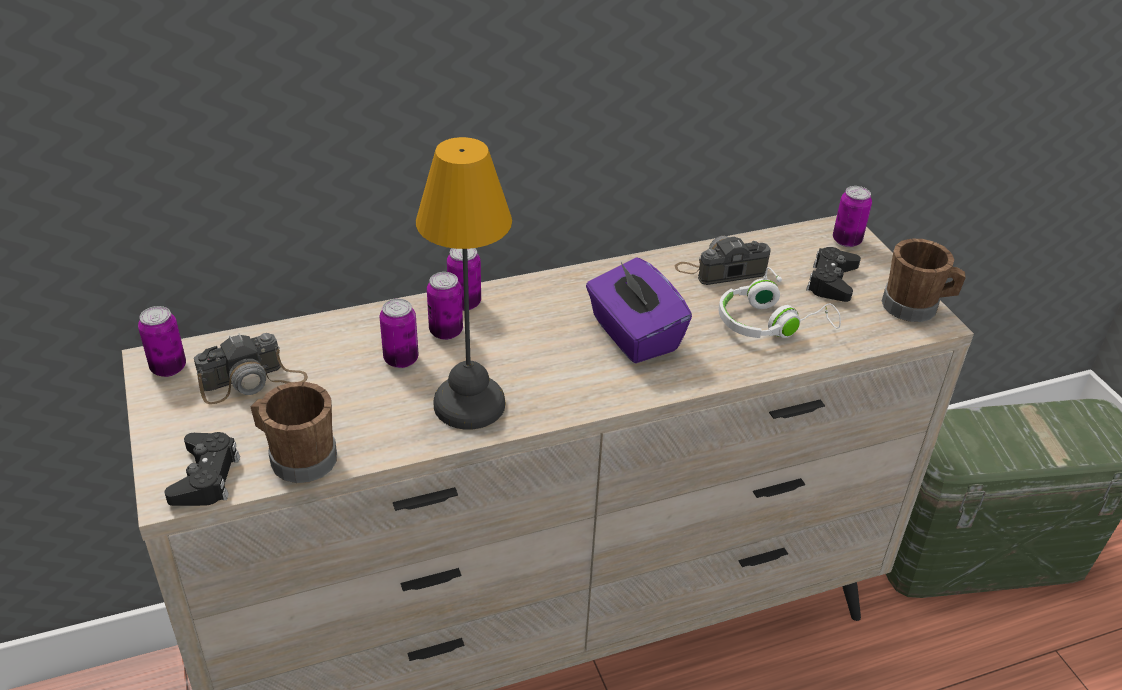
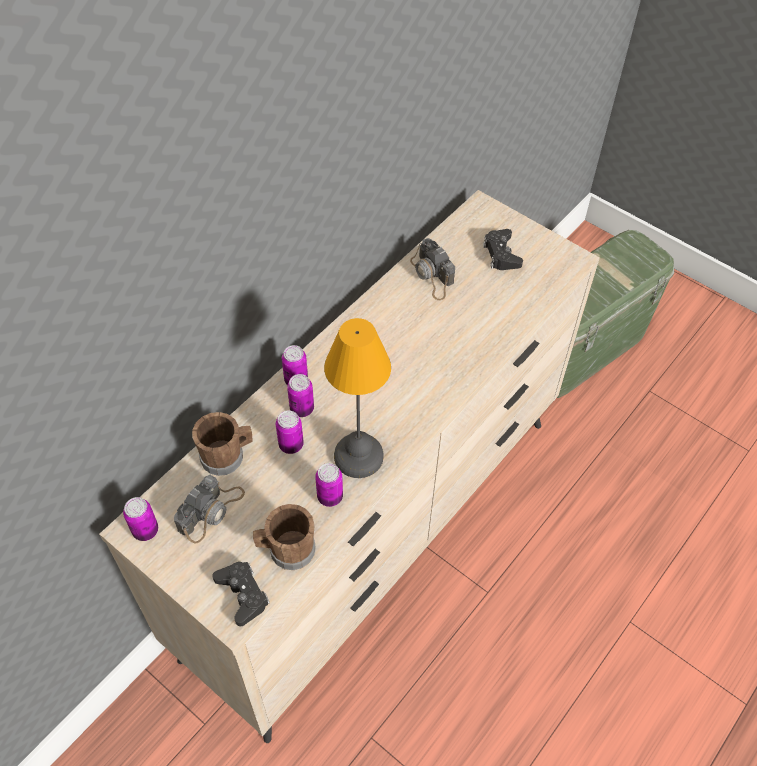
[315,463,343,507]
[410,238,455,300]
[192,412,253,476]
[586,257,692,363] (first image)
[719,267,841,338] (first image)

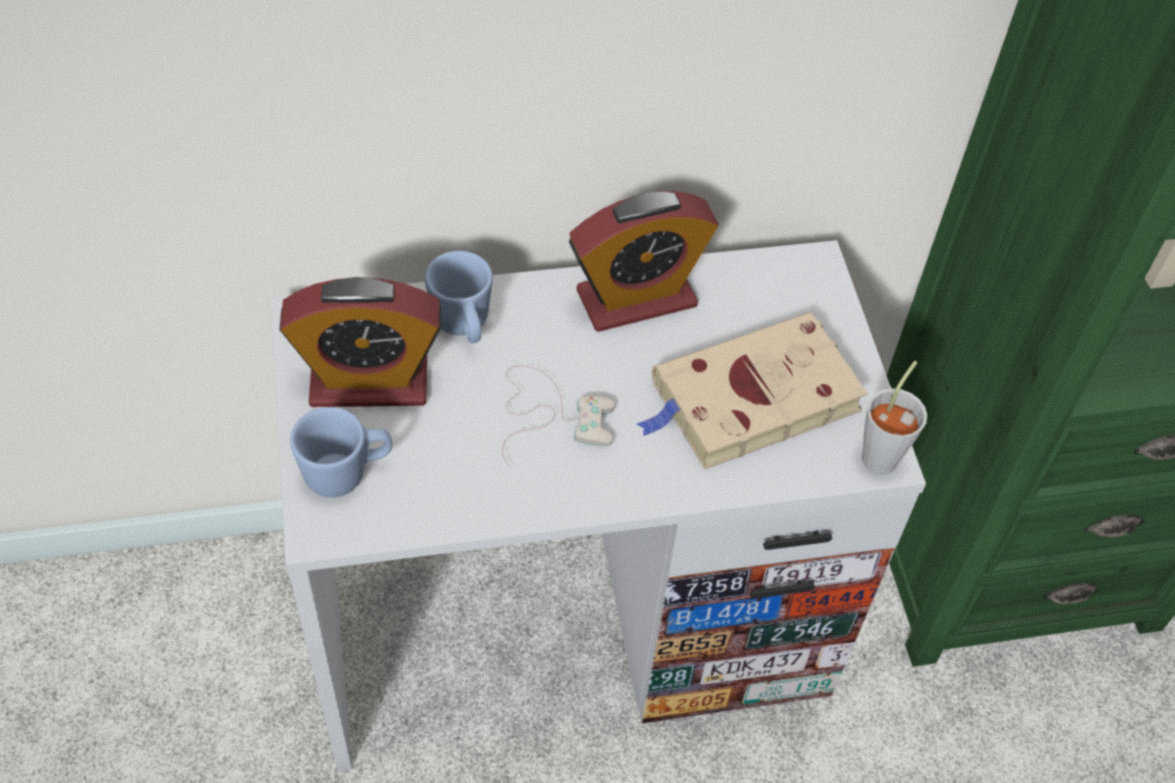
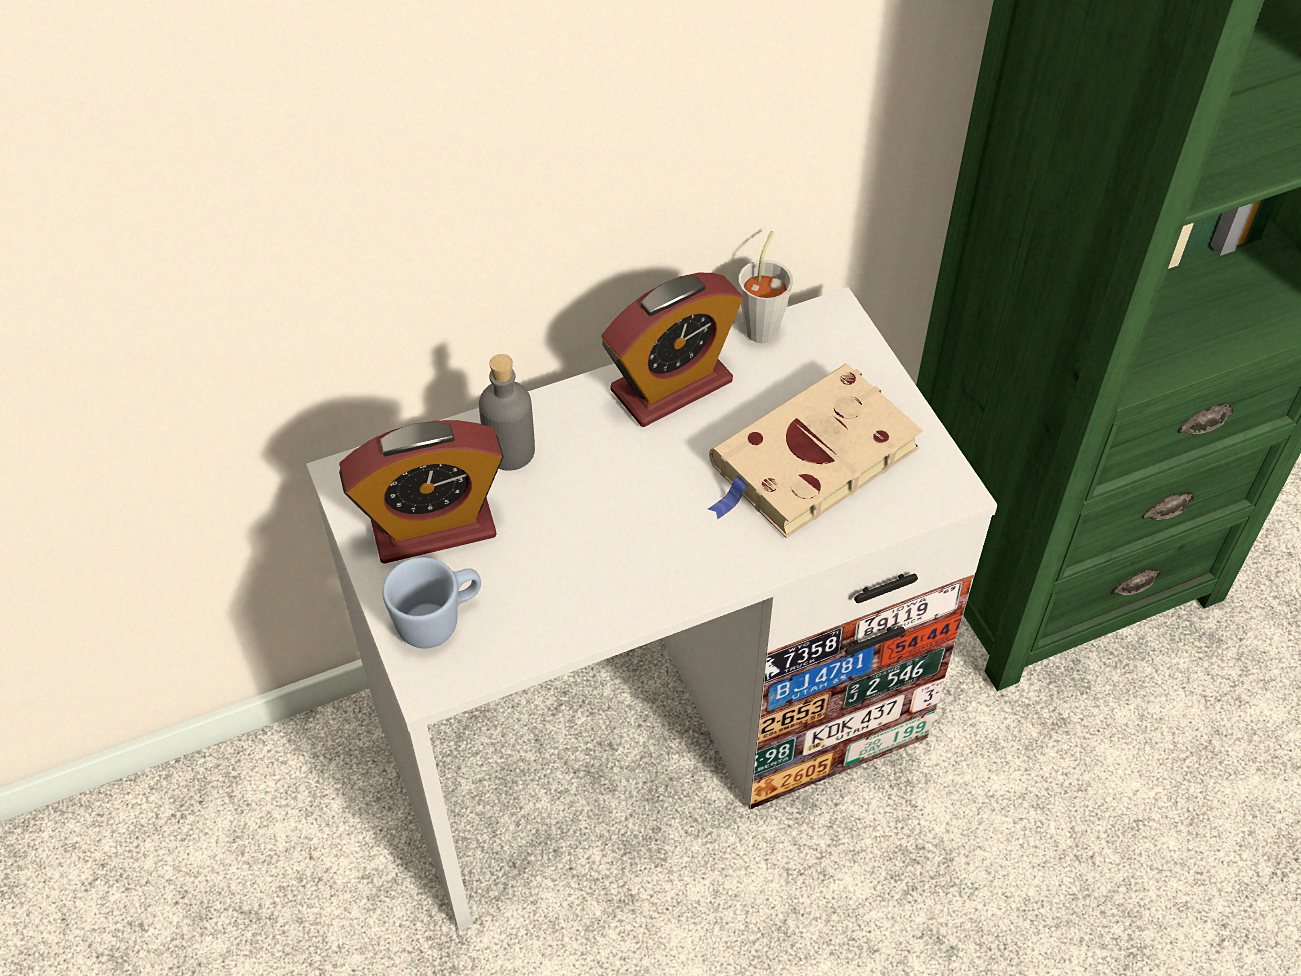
[479,354,535,471]
[739,231,793,343]
[502,366,616,467] (first image)

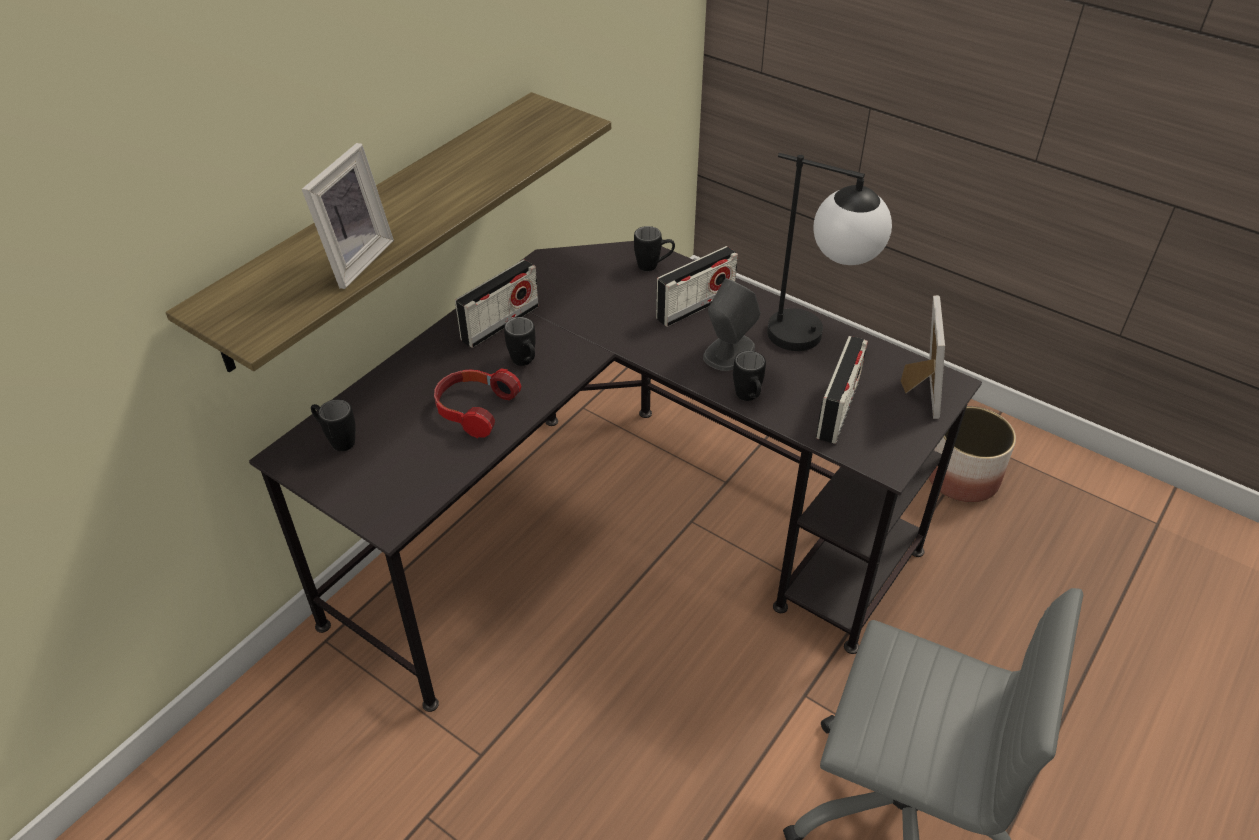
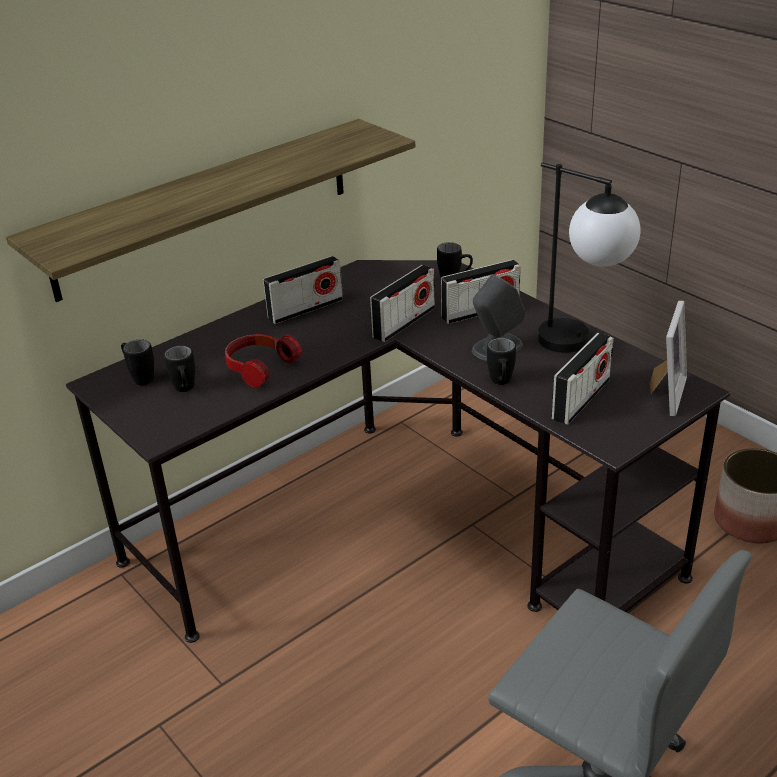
[302,143,394,289] (first image)
[164,346,195,392]
[370,265,435,342]

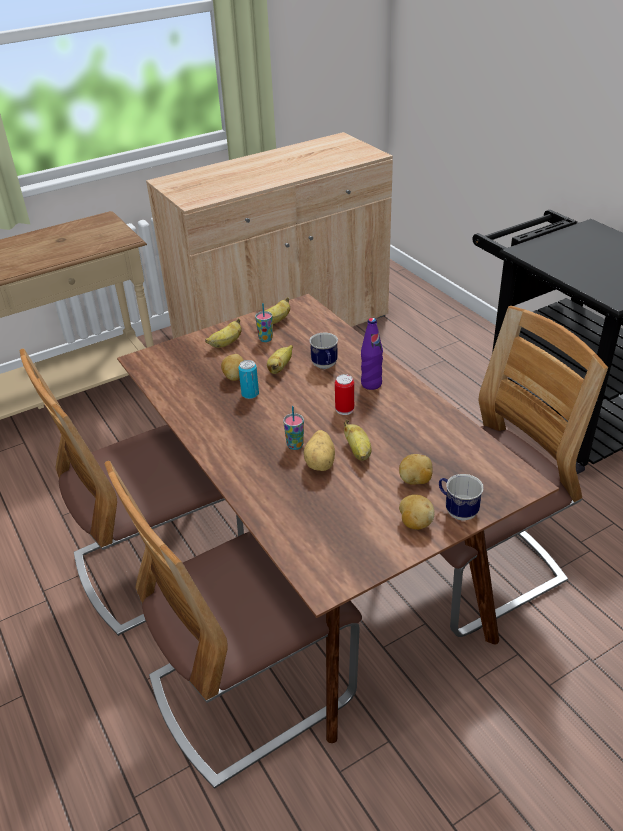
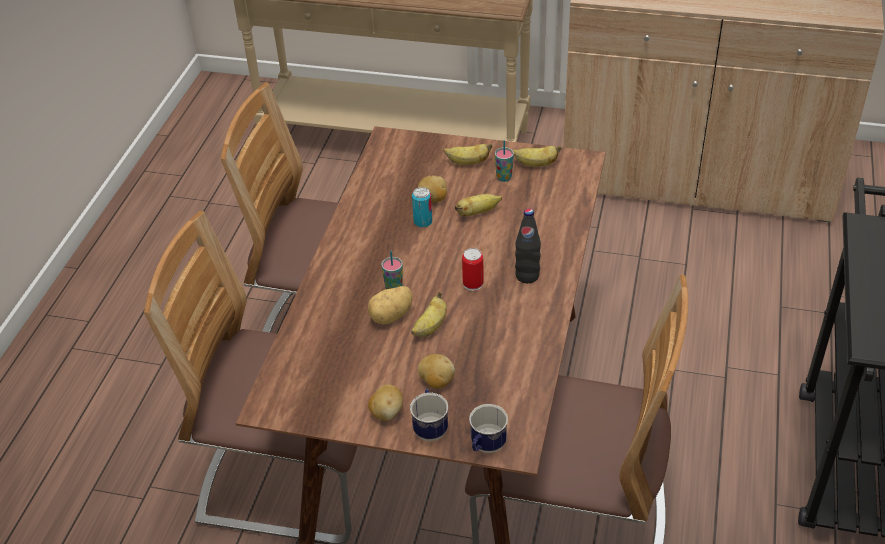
[515,208,541,283]
[469,404,508,453]

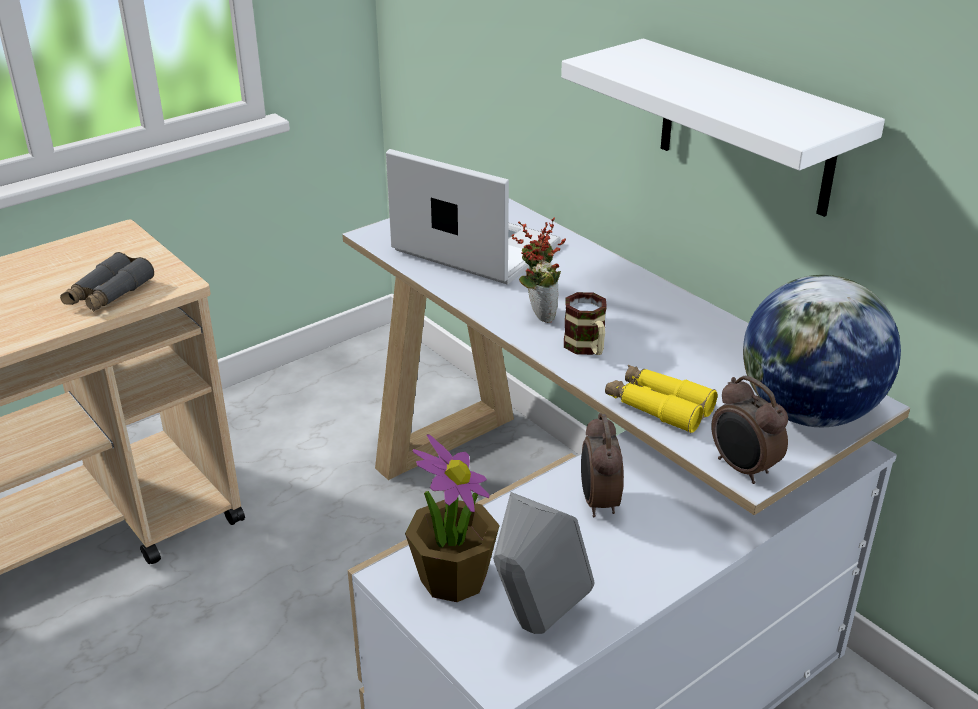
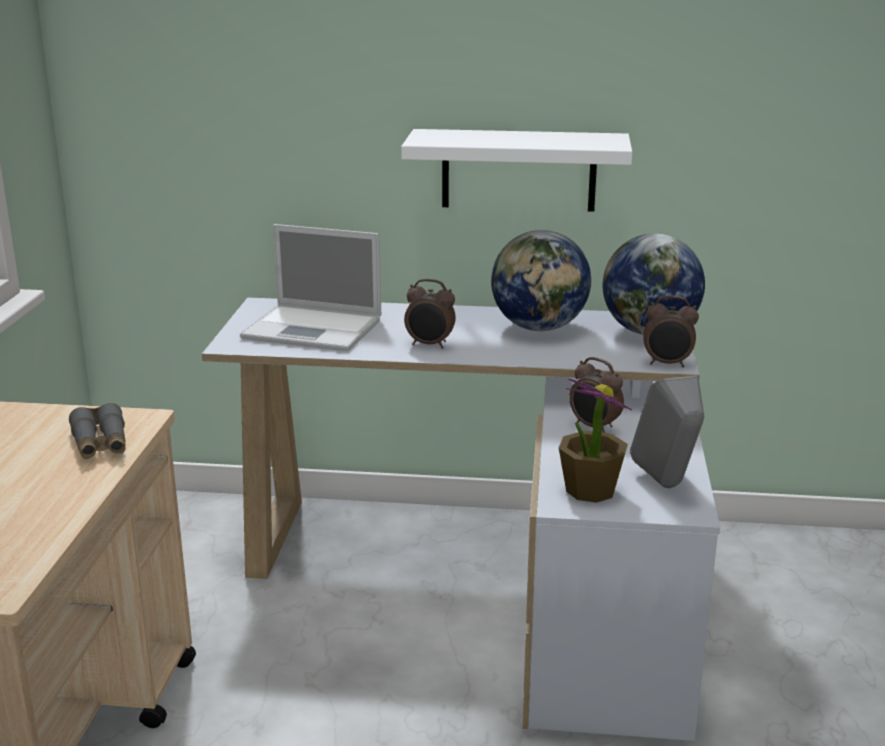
[240,224,381,351]
[404,279,456,349]
[564,292,607,355] (first image)
[605,365,717,433] (first image)
[491,230,591,331]

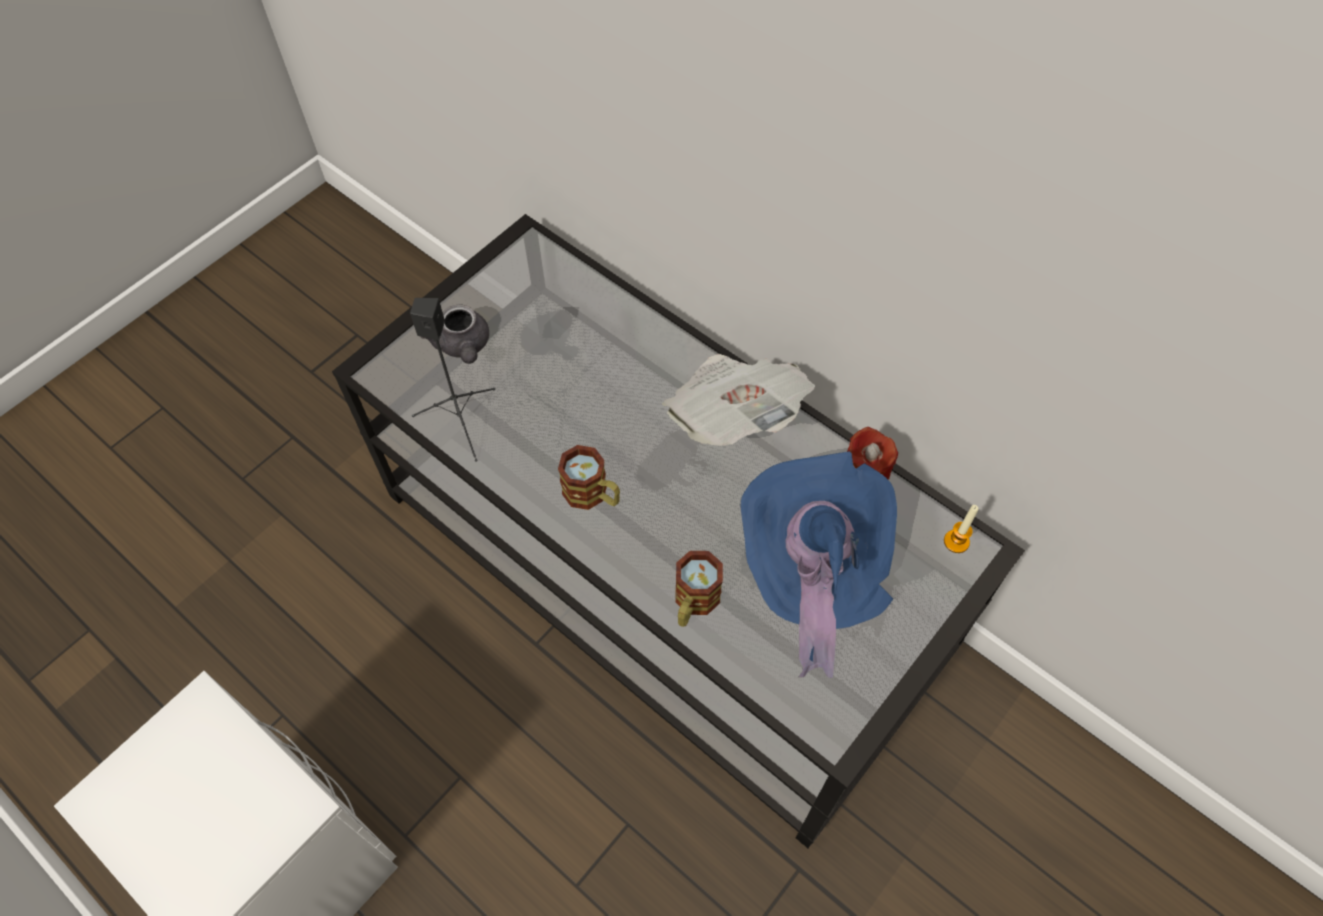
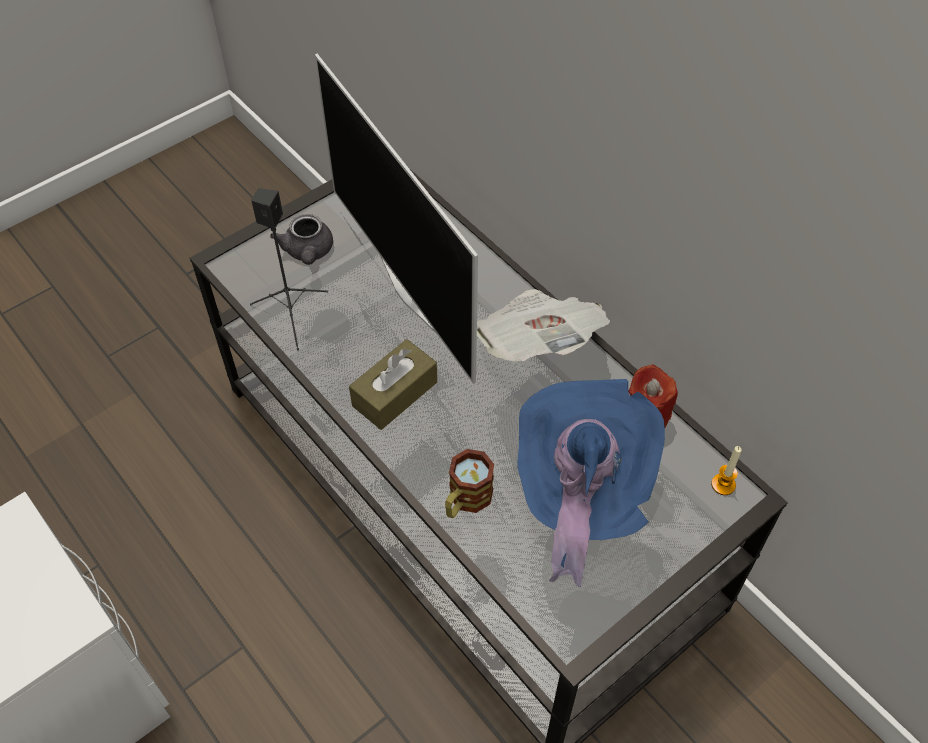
[349,339,437,430]
[315,54,478,384]

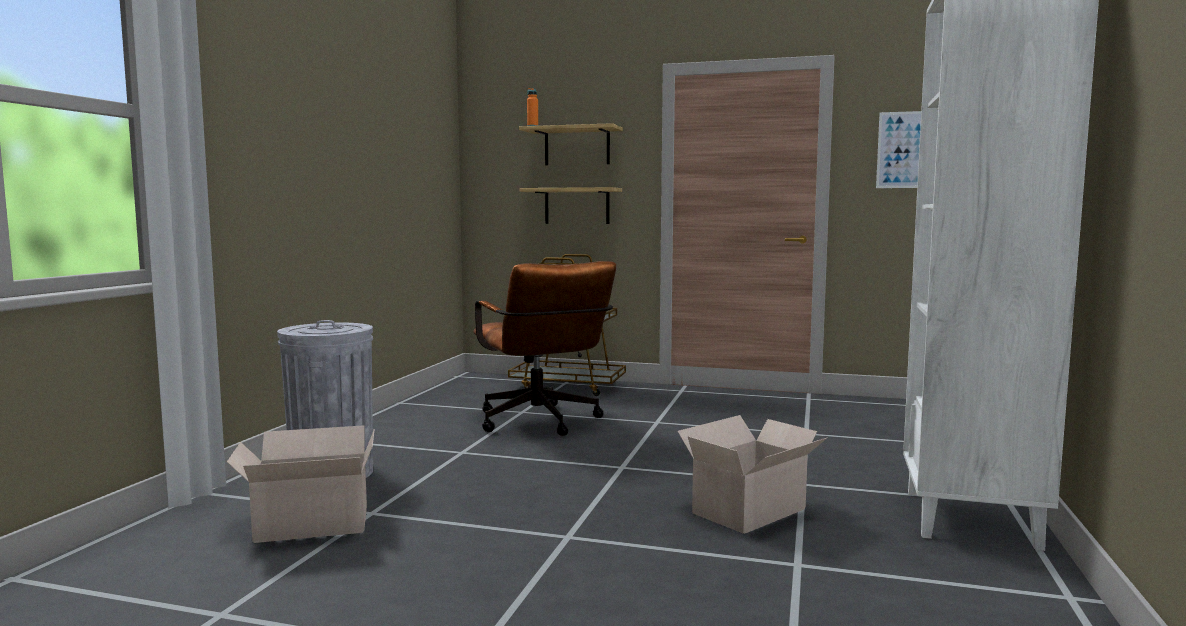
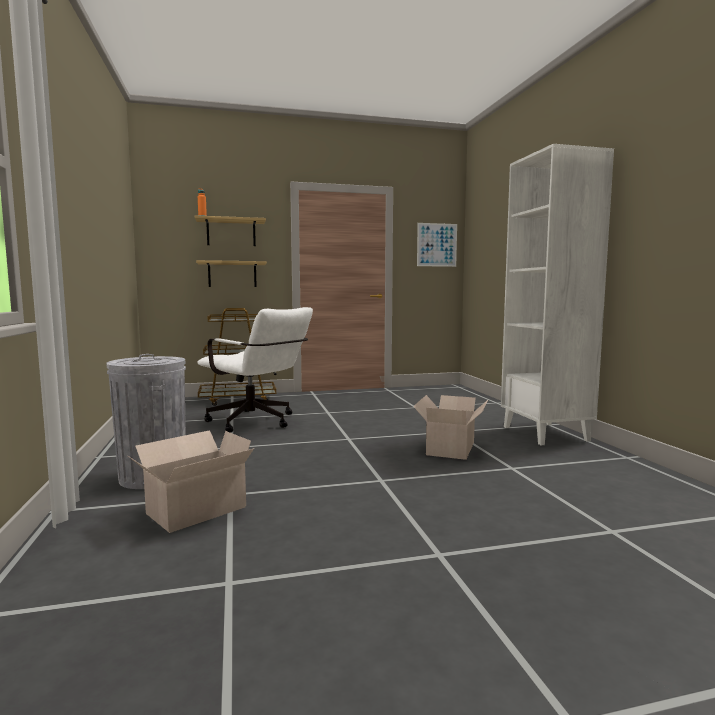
[197,307,313,433]

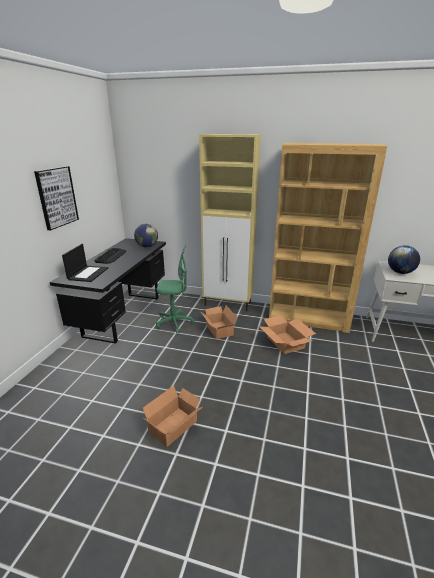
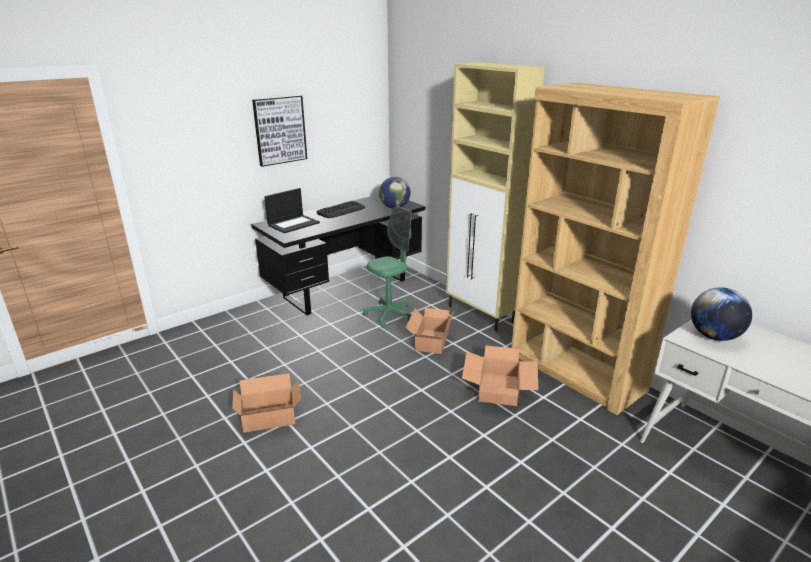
[363,206,412,328]

